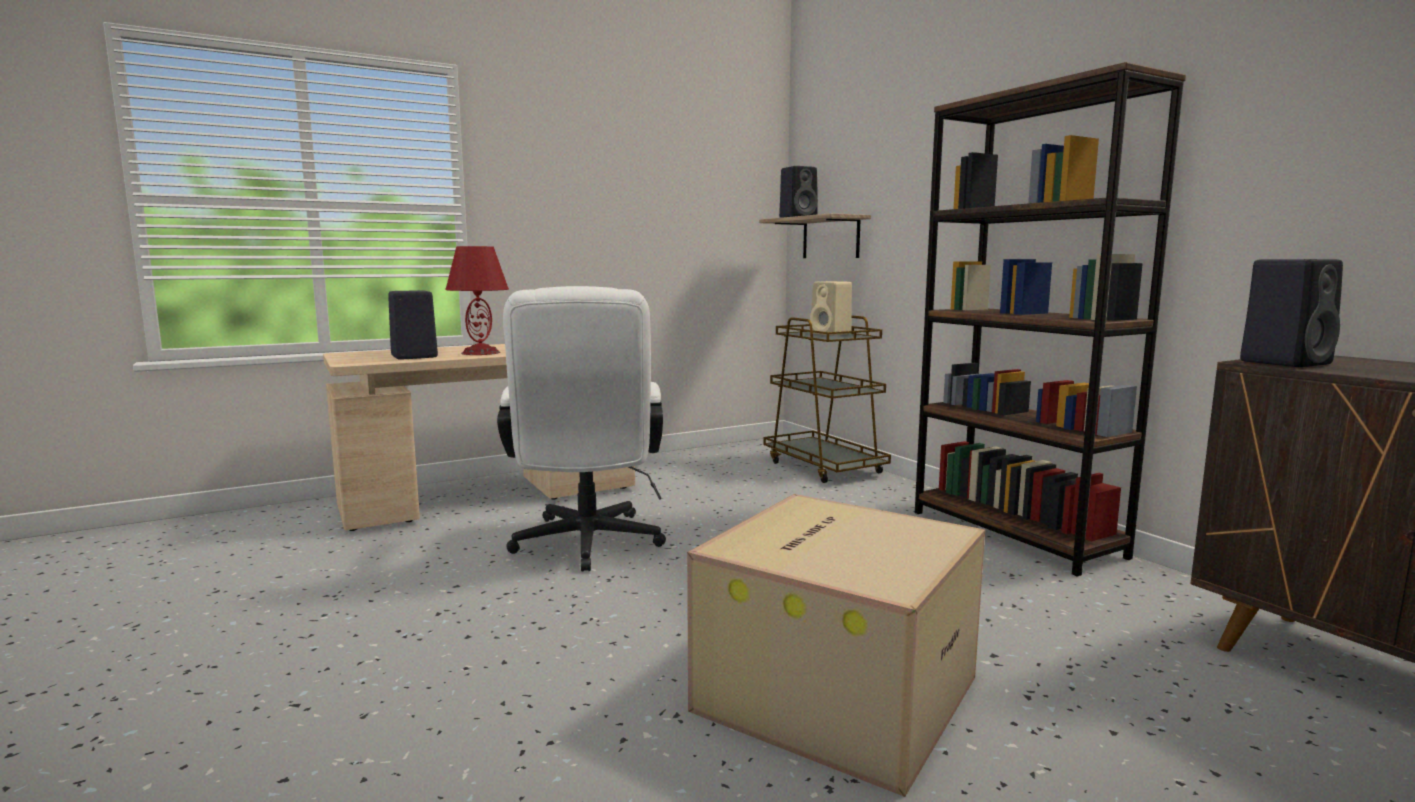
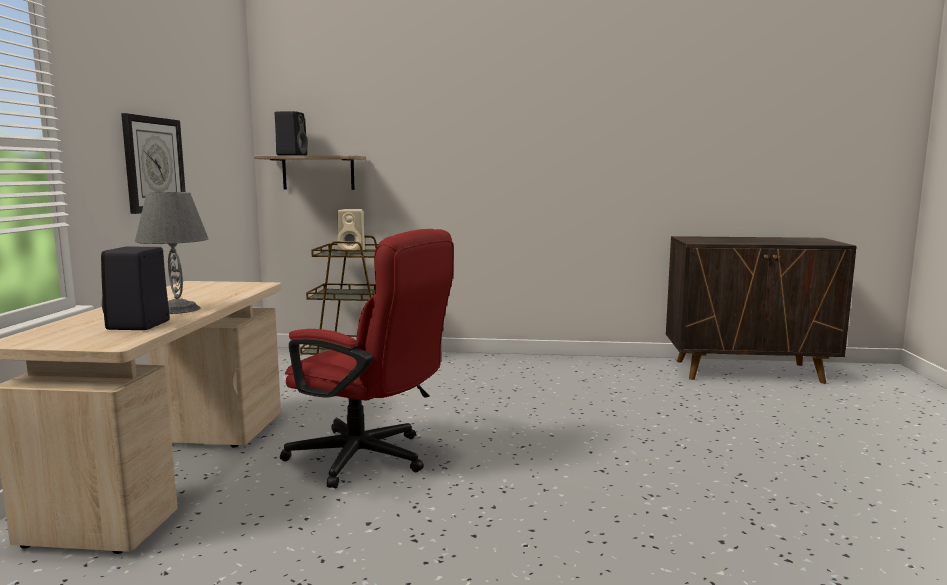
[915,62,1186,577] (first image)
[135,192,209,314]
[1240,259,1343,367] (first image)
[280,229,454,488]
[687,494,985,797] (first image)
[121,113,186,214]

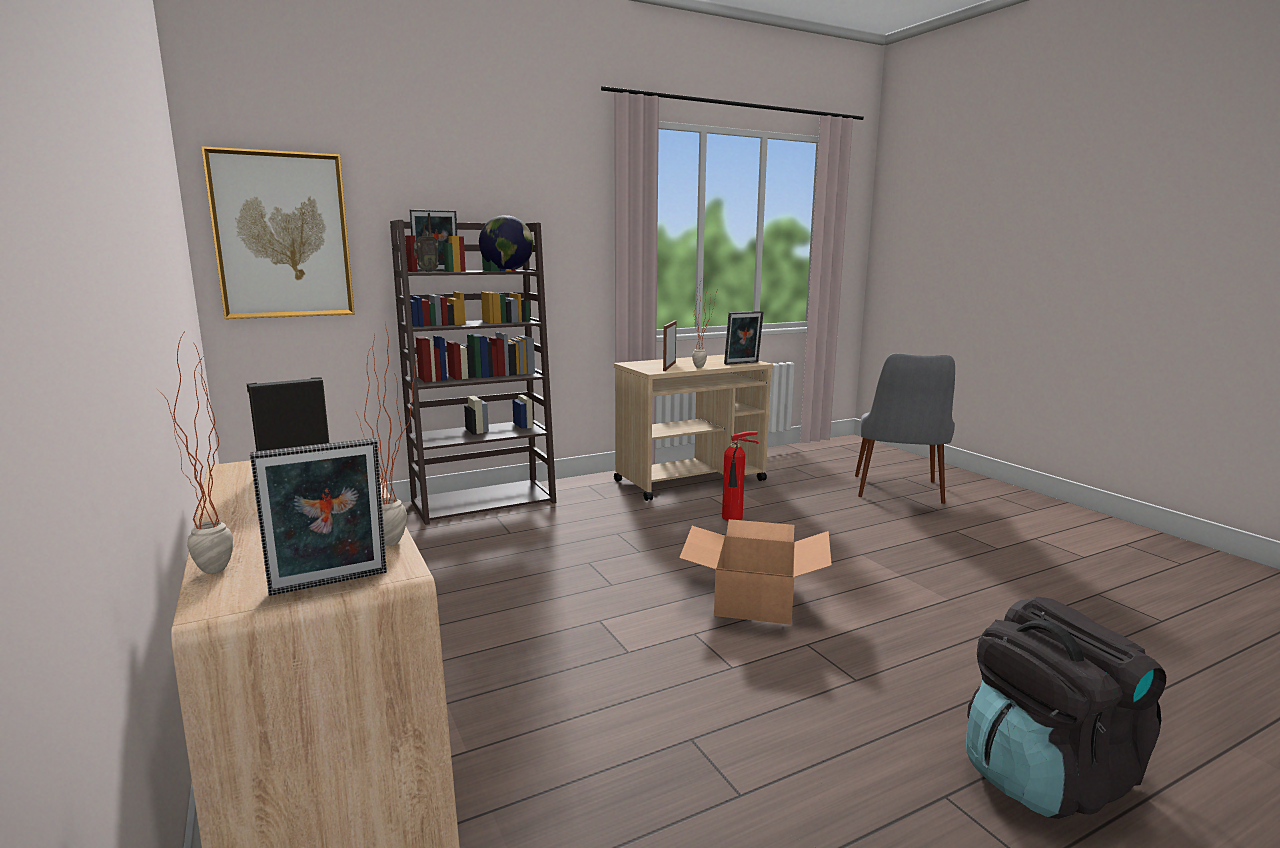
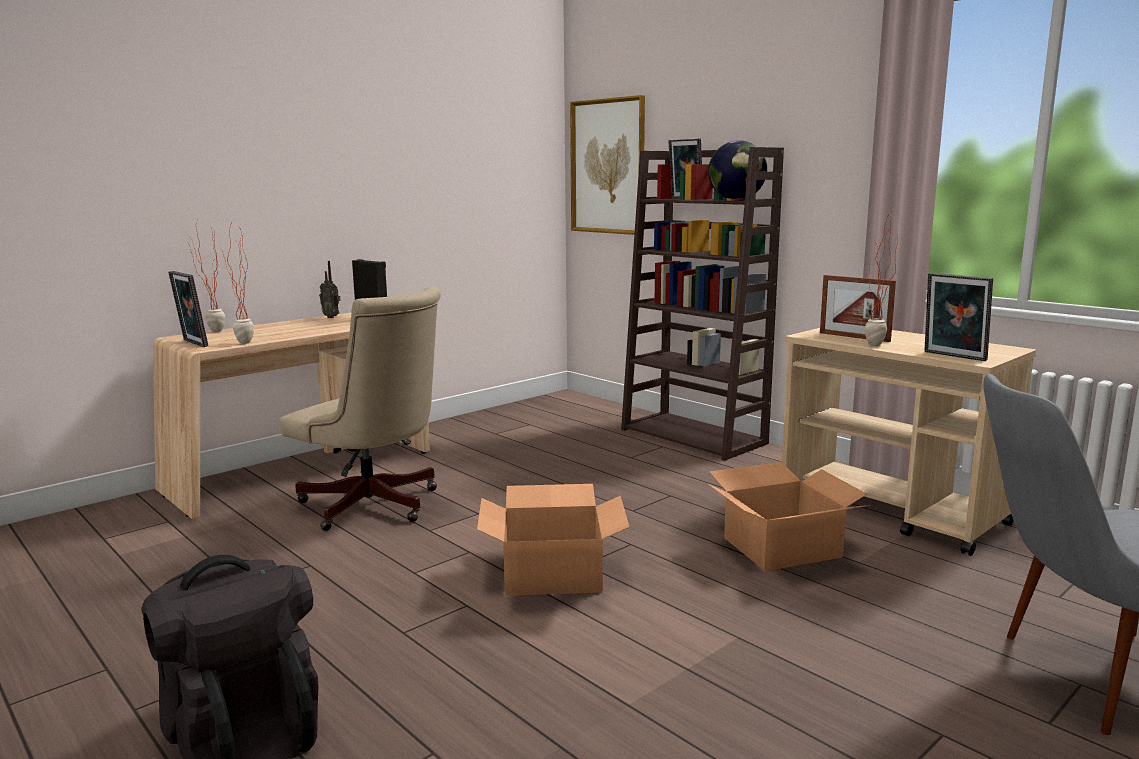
[319,261,340,318]
[820,275,896,342]
[708,462,871,571]
[280,287,441,531]

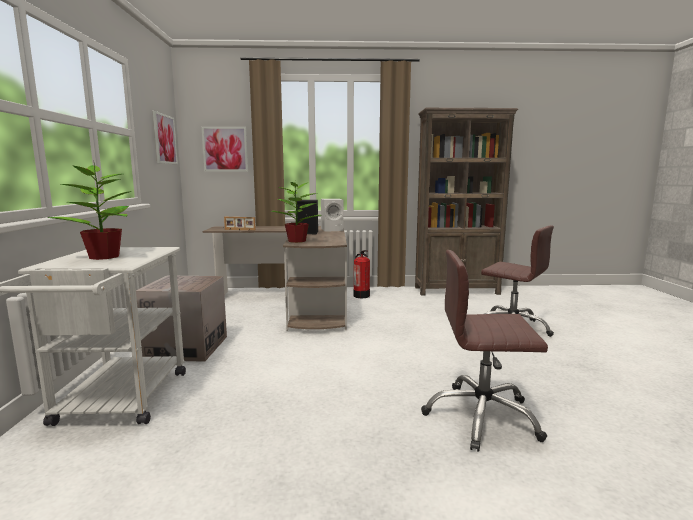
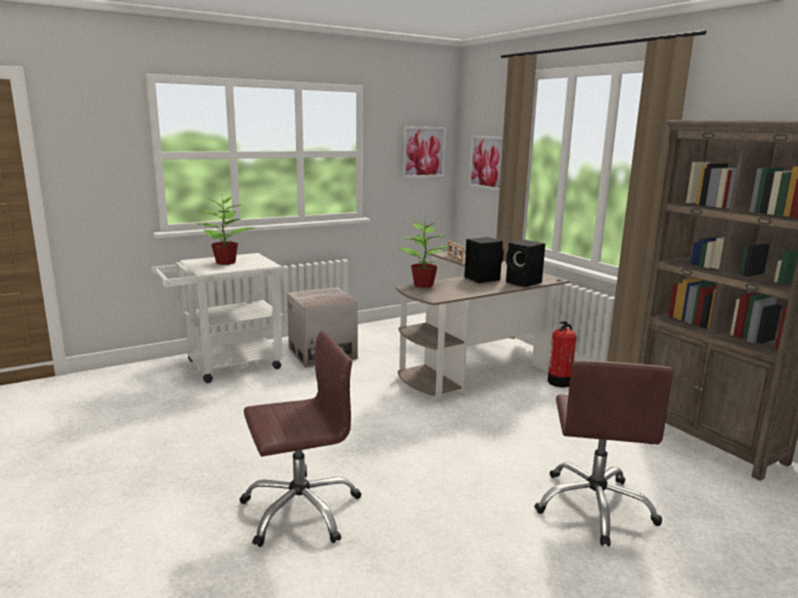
[506,240,545,287]
[239,330,361,547]

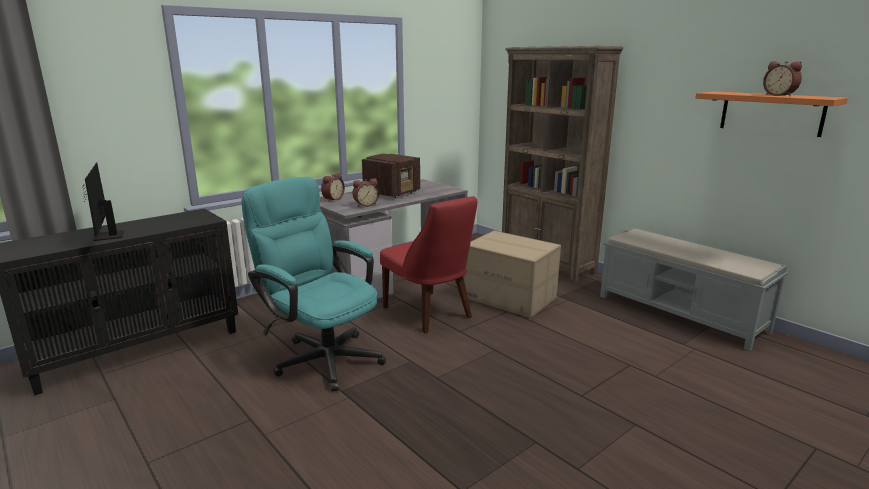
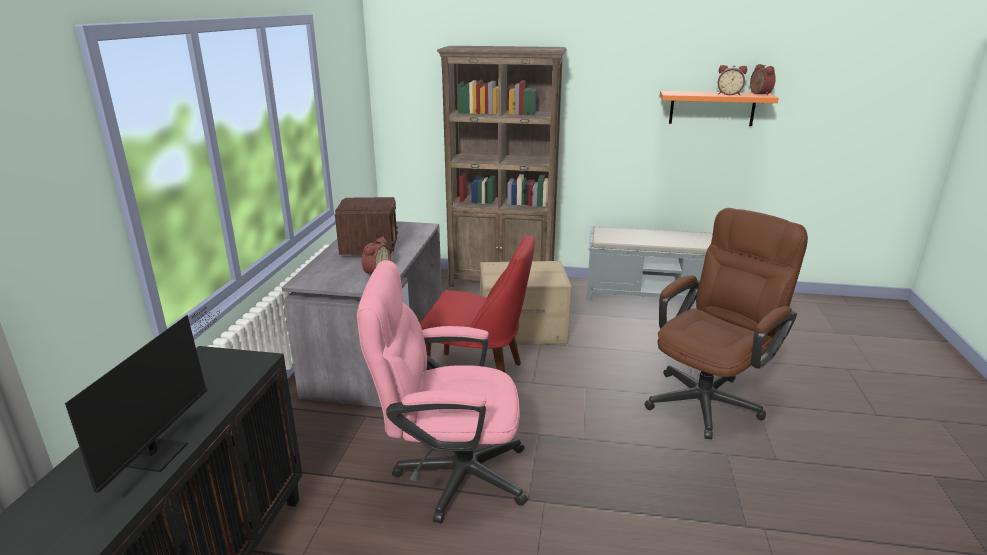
[65,308,220,493]
[750,64,776,96]
[357,260,528,524]
[645,208,808,439]

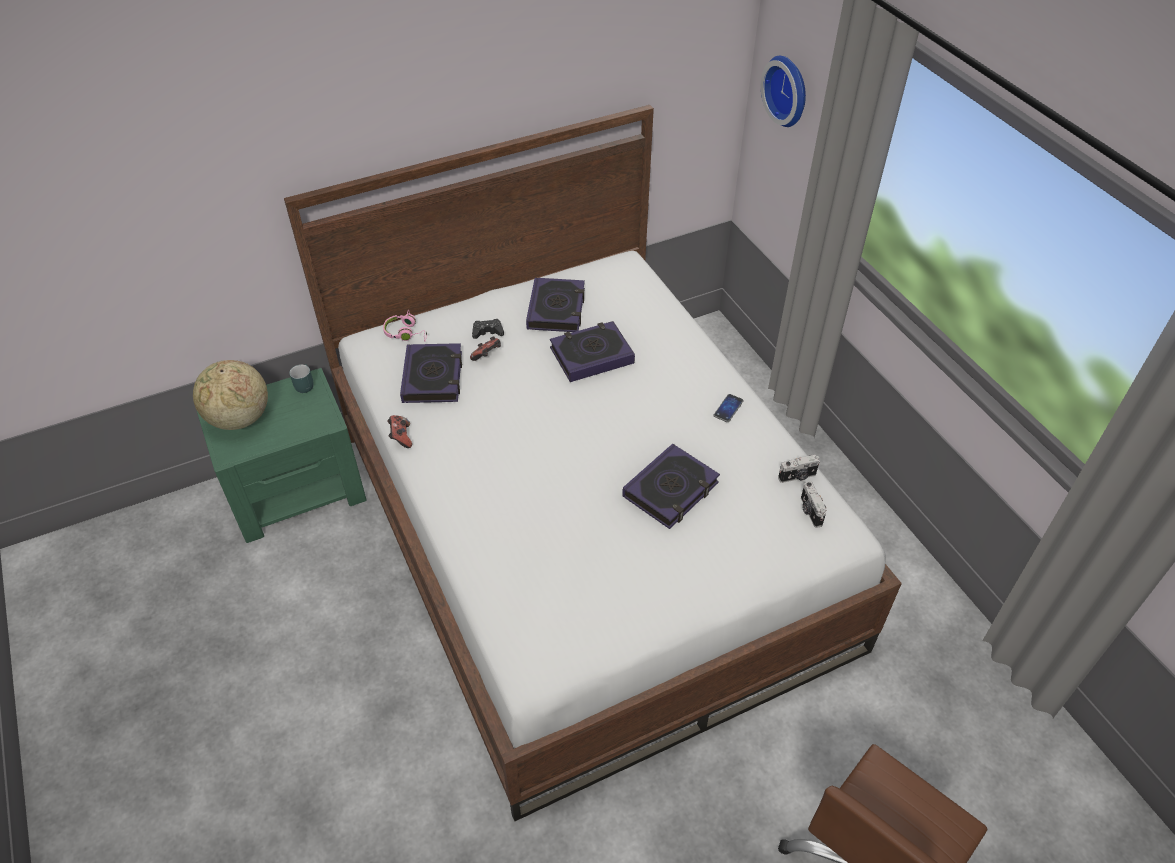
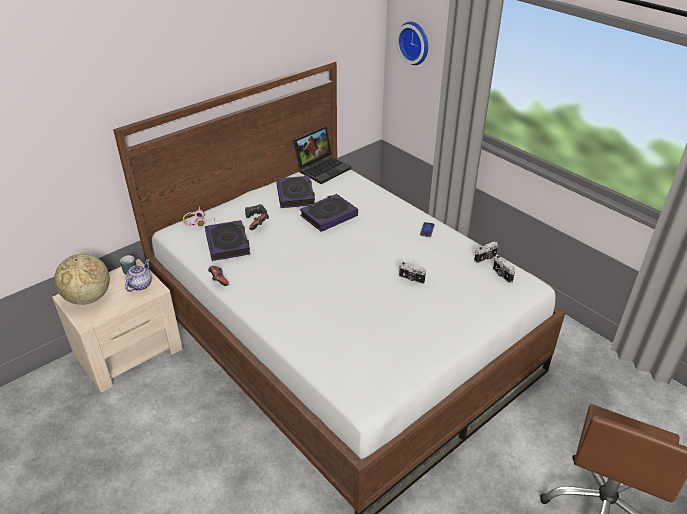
[52,259,183,393]
[399,262,426,284]
[293,126,351,184]
[125,260,152,292]

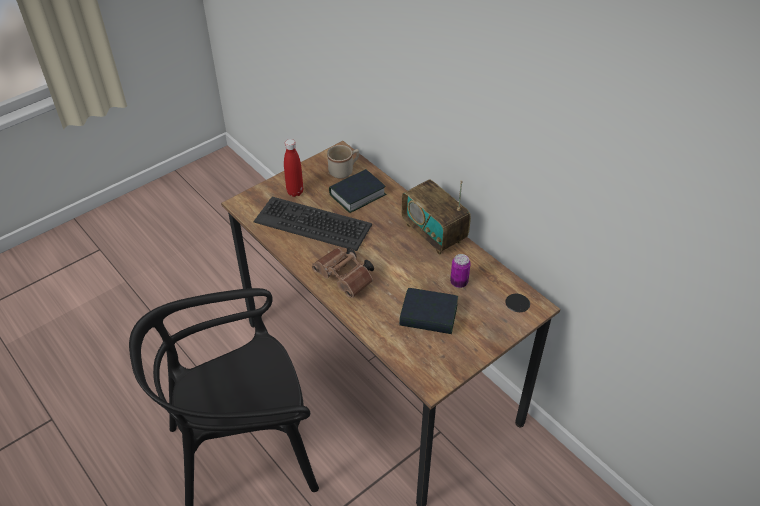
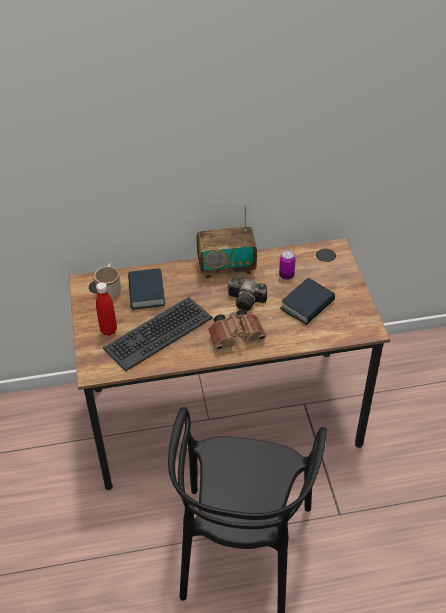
[228,278,267,311]

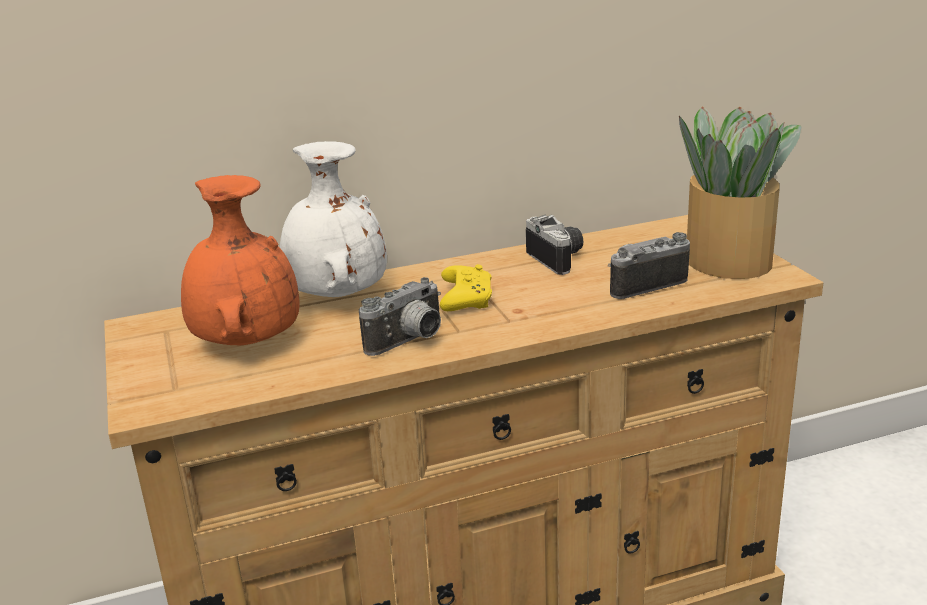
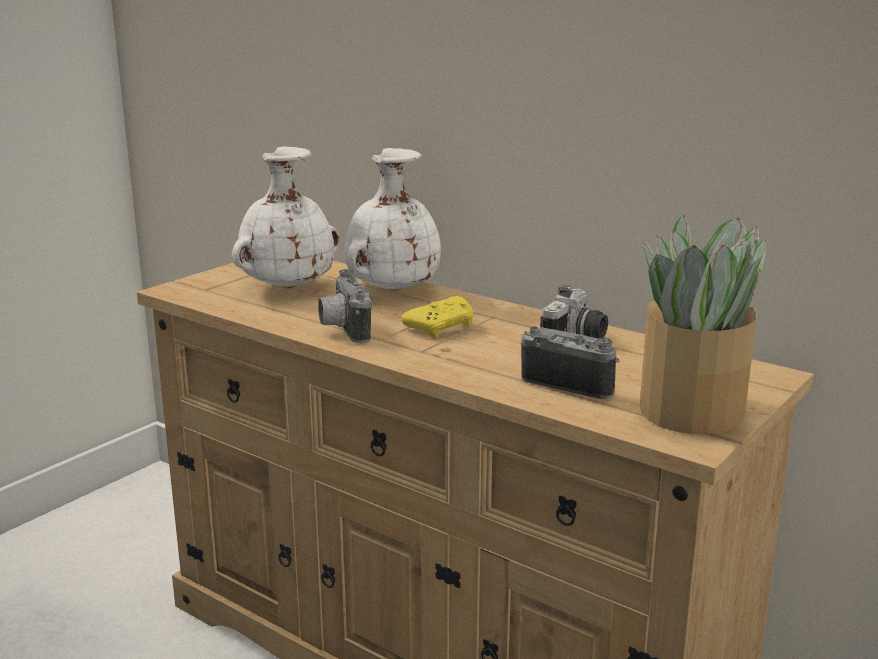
[232,146,340,288]
[318,269,371,343]

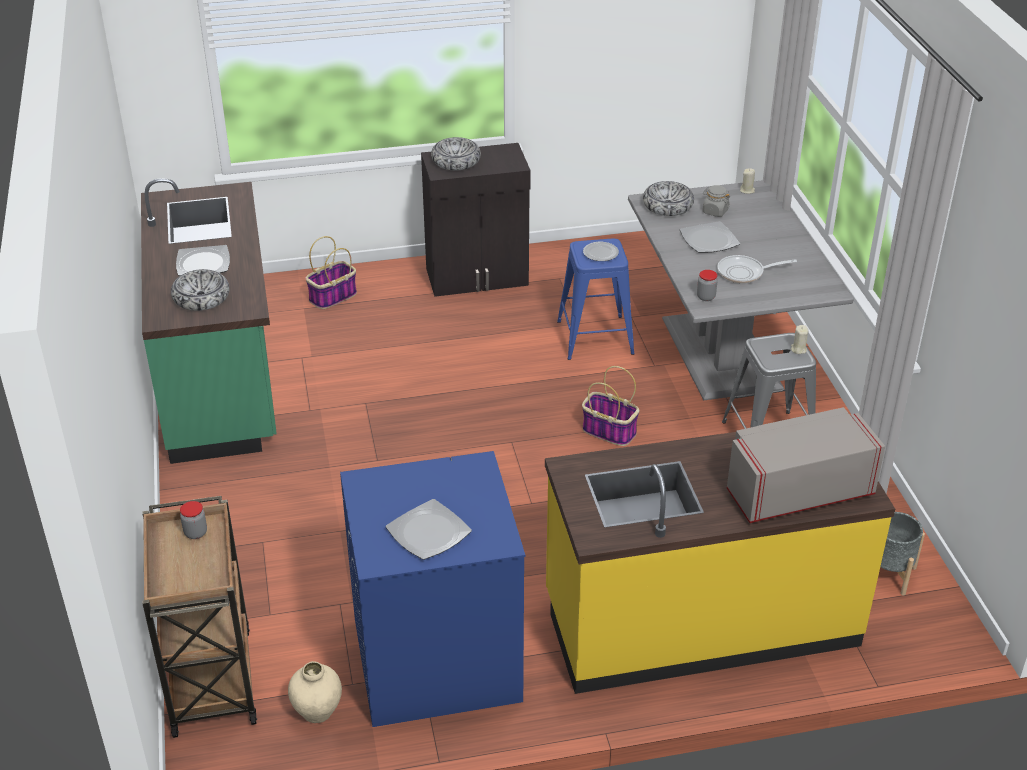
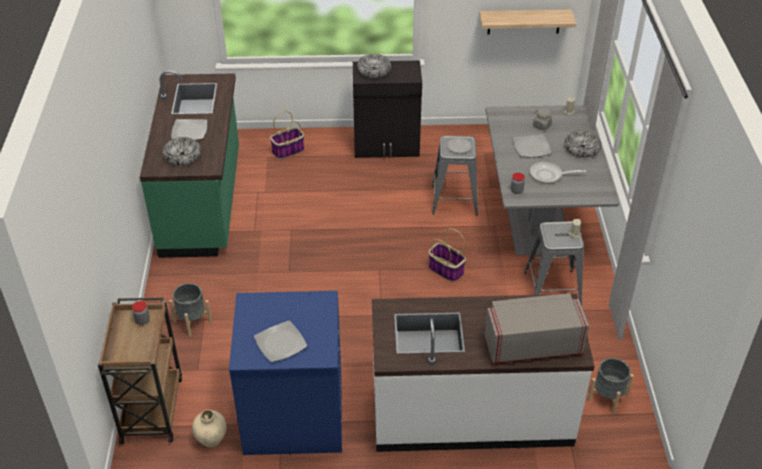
[565,130,602,158]
[432,136,478,216]
[372,294,595,452]
[479,10,576,35]
[169,283,212,336]

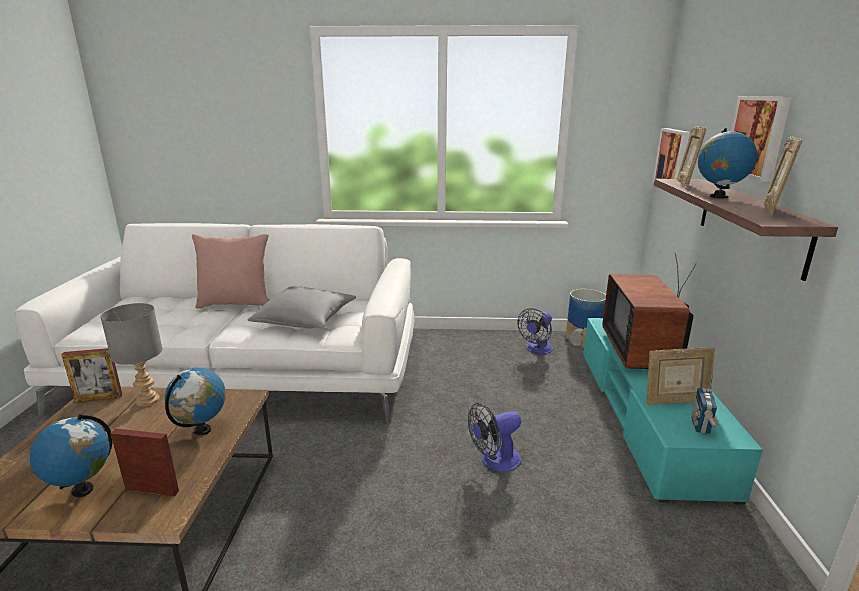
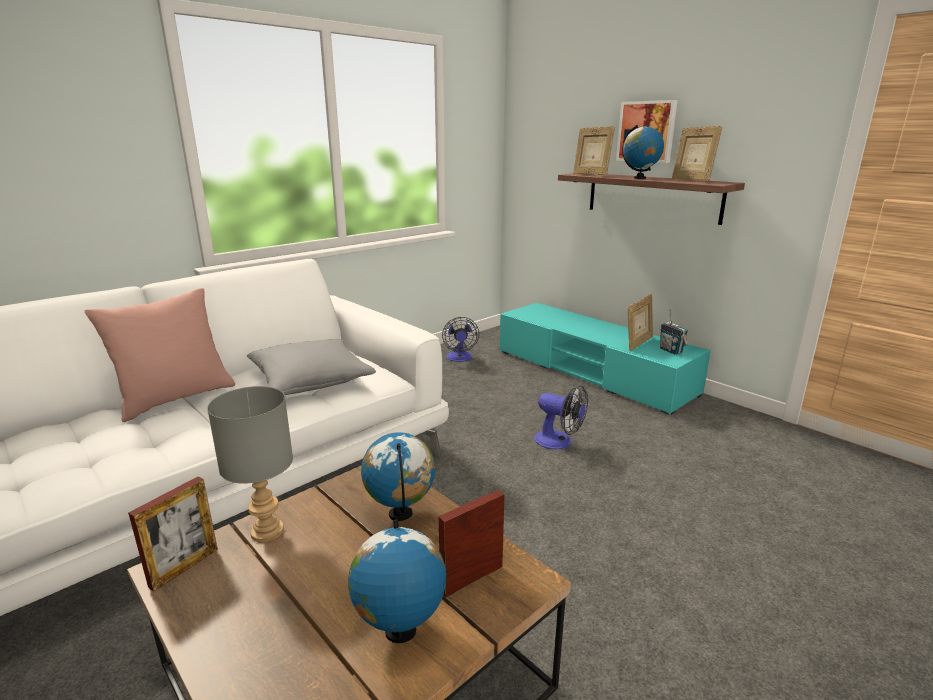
[653,128,690,182] (first image)
[602,253,697,369] (first image)
[566,289,606,348] (first image)
[534,385,588,449]

